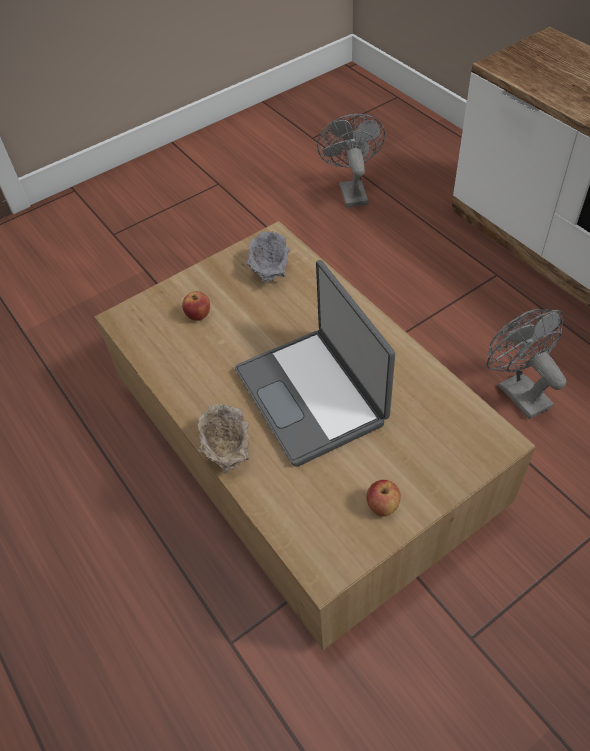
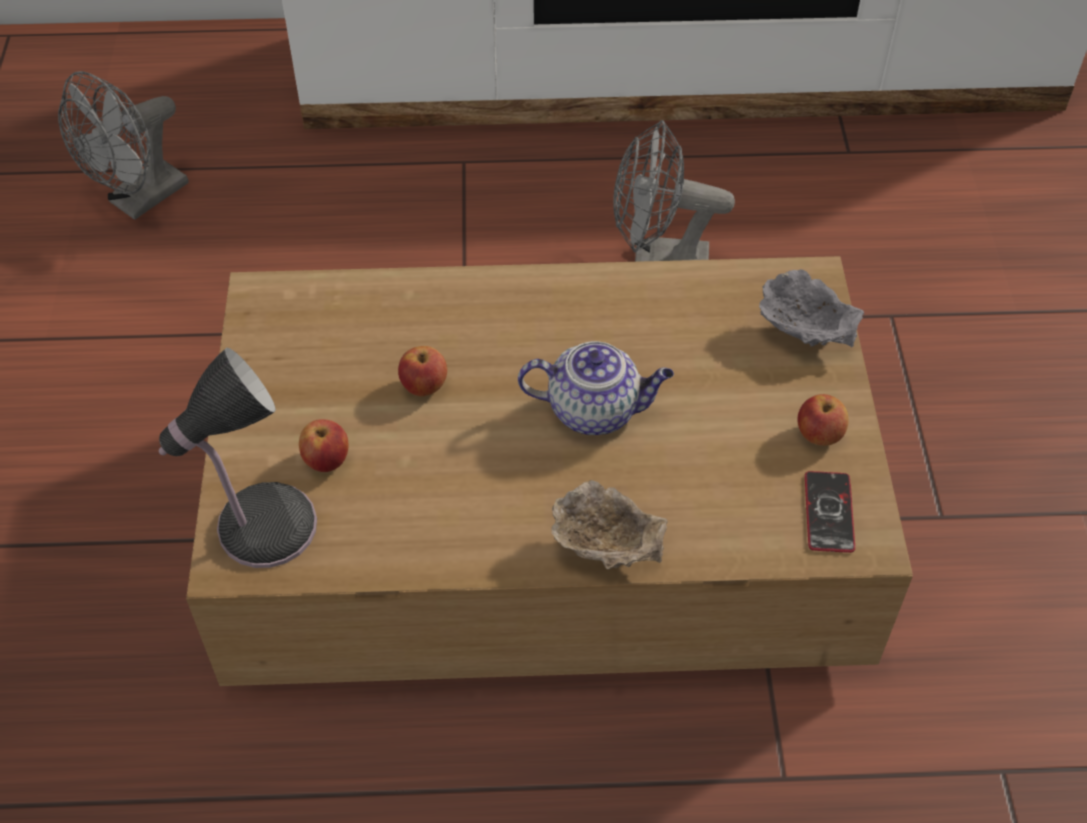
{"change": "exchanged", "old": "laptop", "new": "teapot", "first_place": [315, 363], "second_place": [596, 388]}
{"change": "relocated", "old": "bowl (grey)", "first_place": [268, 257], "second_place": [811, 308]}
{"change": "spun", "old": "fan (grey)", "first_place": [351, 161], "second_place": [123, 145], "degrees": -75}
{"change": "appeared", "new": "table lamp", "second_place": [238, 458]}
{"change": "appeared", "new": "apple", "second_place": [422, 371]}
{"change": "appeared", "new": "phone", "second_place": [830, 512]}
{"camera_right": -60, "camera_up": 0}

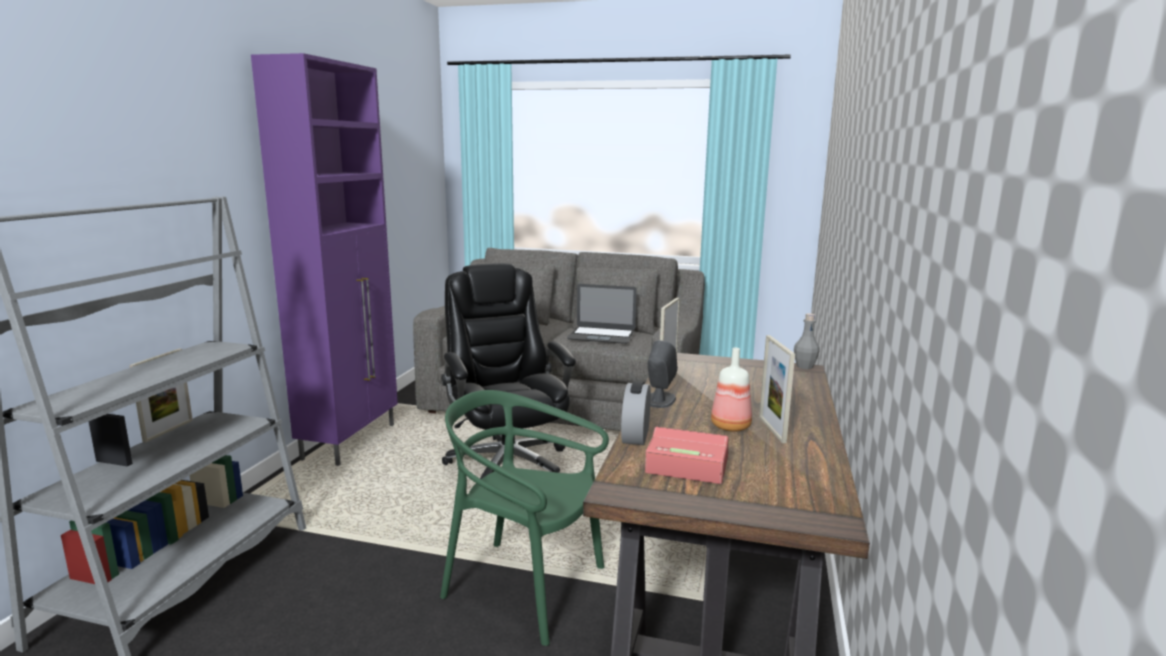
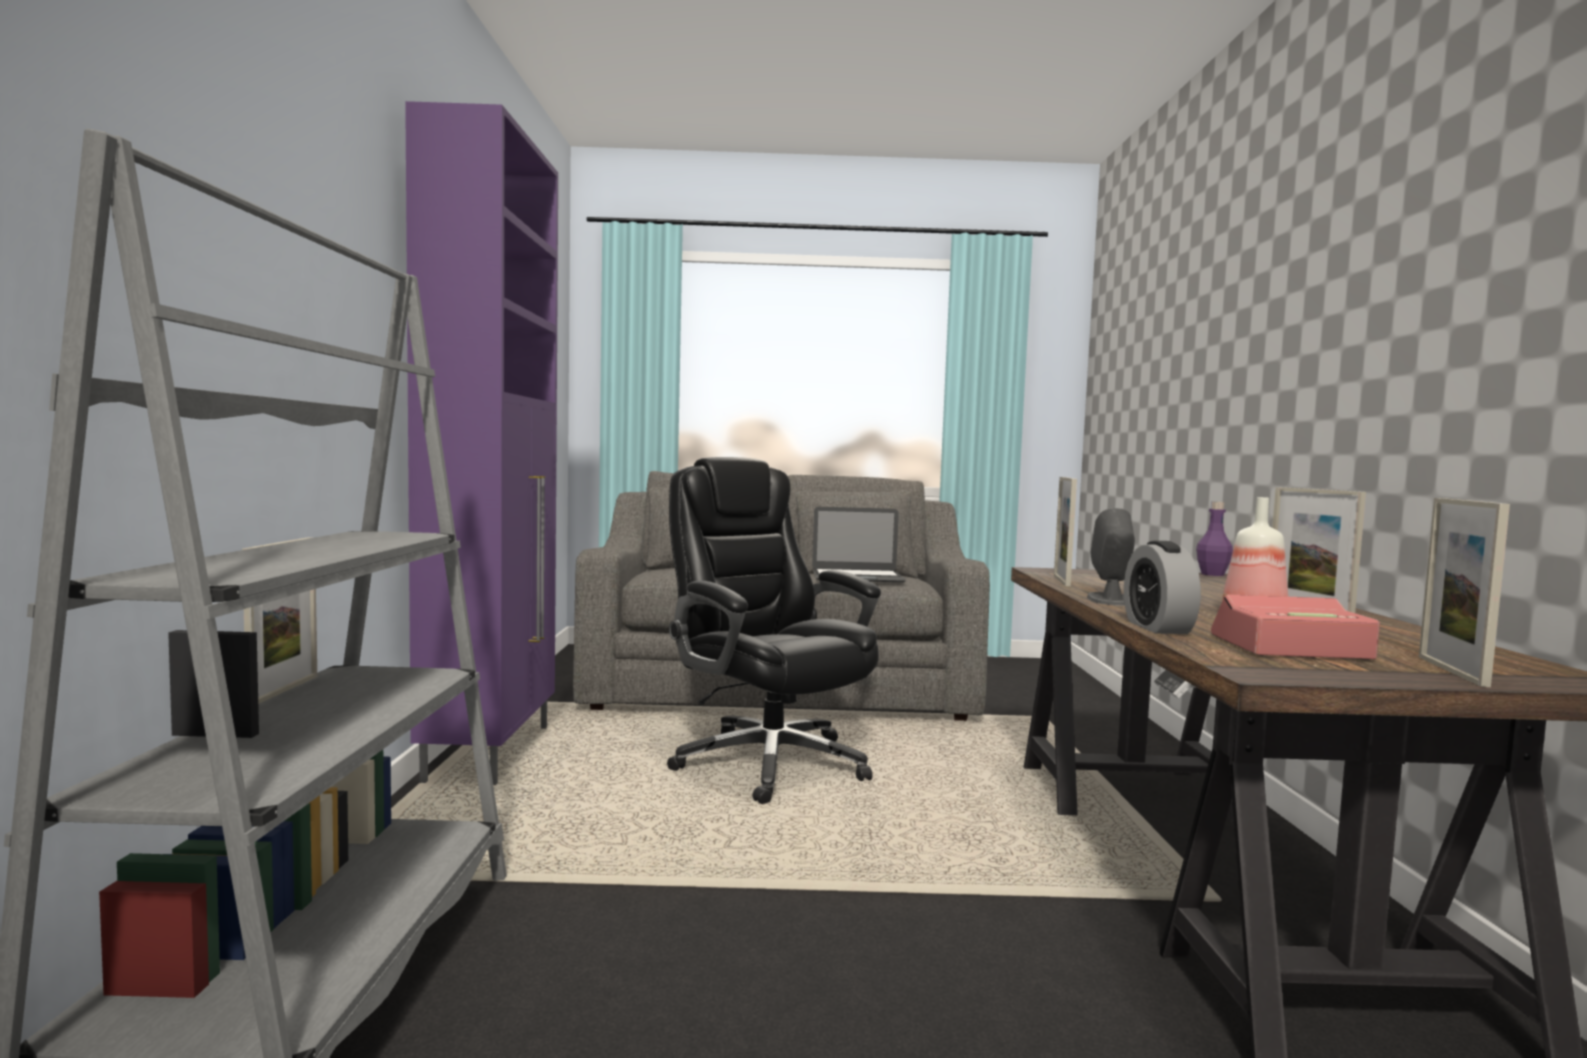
{"change": "missing", "old": "chair (green)", "first_place": [524, 518]}
{"change": "colour", "old": "bottle (grey)", "new": "bottle (purple)", "first_place": [807, 341], "second_place": [1214, 538]}
{"change": "appeared", "new": "picture frame", "second_place": [1464, 592]}
{"camera_right": -15, "camera_up": -10}

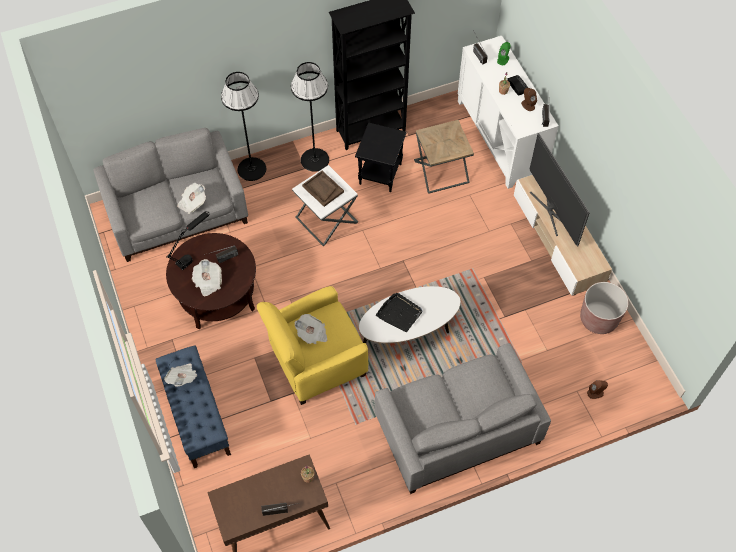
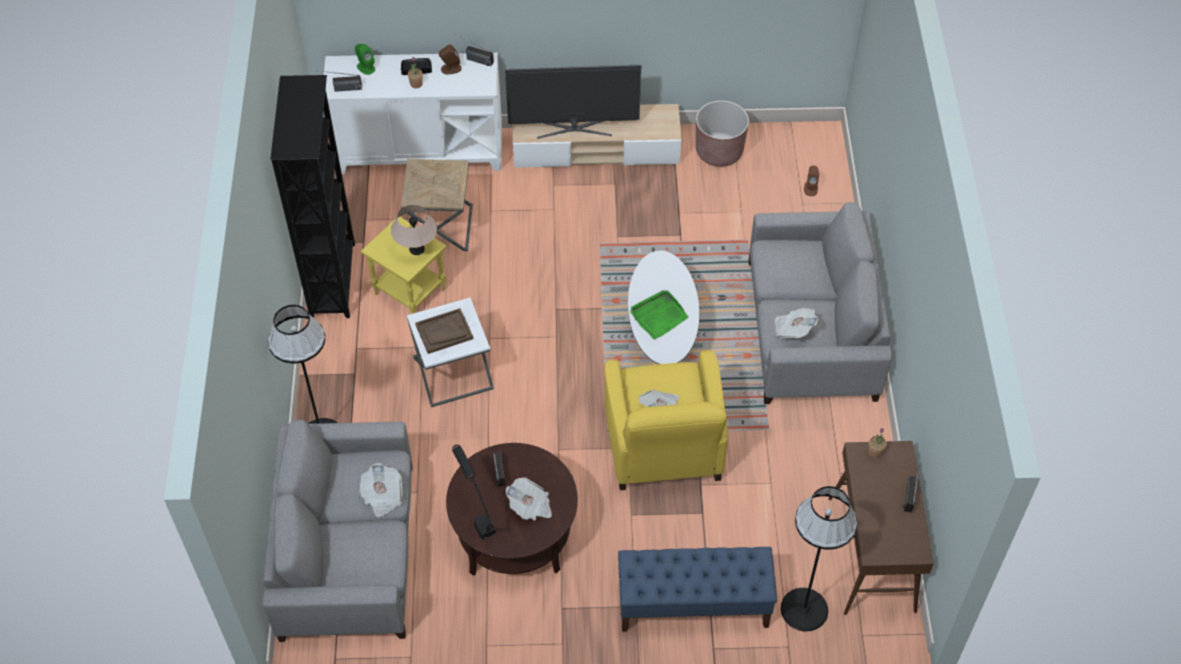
{"change": "relocated", "old": "newspaper", "first_place": [180, 375], "second_place": [796, 323]}
{"change": "relocated", "old": "floor lamp (black)", "first_place": [310, 117], "second_place": [819, 559]}
{"change": "colour", "old": "side table (black)", "new": "side table (yellow)", "first_place": [381, 157], "second_place": [403, 265]}
{"change": "colour", "old": "tray (black)", "new": "tray (green)", "first_place": [399, 312], "second_place": [659, 314]}
{"change": "appeared", "new": "table lamp (beige)", "second_place": [414, 230]}
{"camera_right": -70, "camera_up": -5}

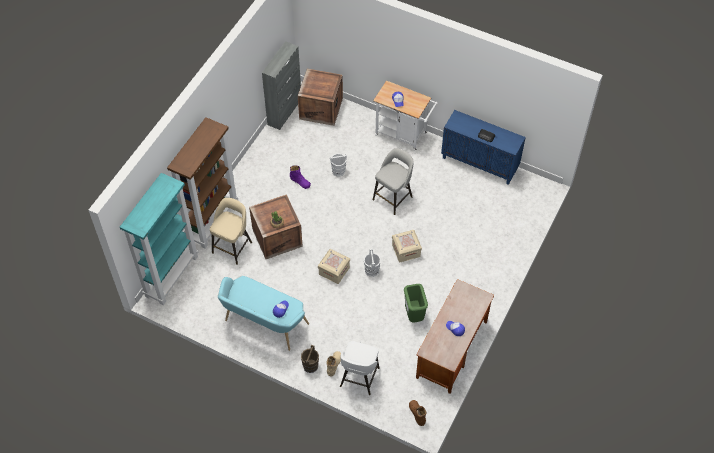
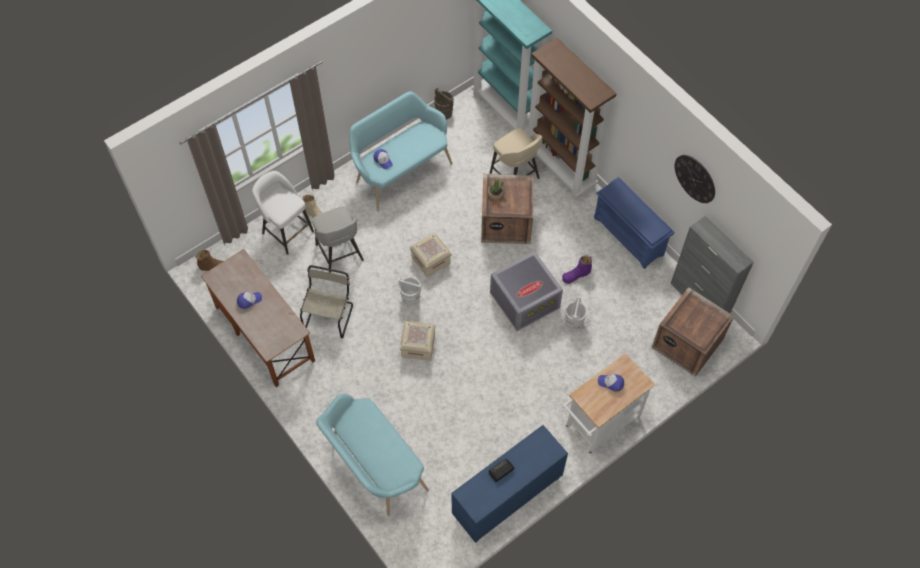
{"change": "relocated", "old": "bucket (brown)", "first_place": [310, 359], "second_place": [444, 103]}
{"change": "relocated", "old": "stool (grey)", "first_place": [393, 181], "second_place": [338, 239]}
{"change": "exchanged", "old": "trash can (green)", "new": "chair (beige)", "first_place": [416, 303], "second_place": [326, 301]}
{"change": "appeared", "new": "bench (turquoise)", "second_place": [372, 454]}
{"change": "appeared", "new": "storage box (grey)", "second_place": [526, 291]}
{"change": "appeared", "new": "shoe rack (blue)", "second_place": [634, 223]}
{"change": "appeared", "new": "wall clock", "second_place": [695, 179]}
{"camera_right": 115, "camera_up": 5}

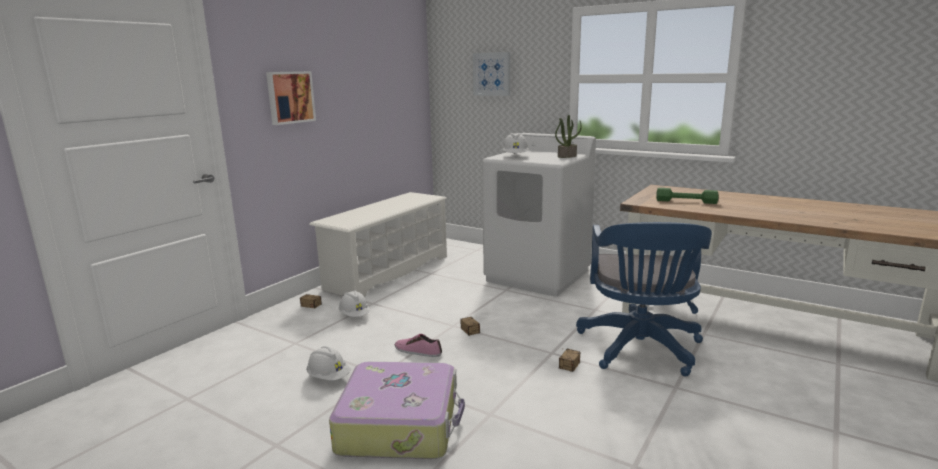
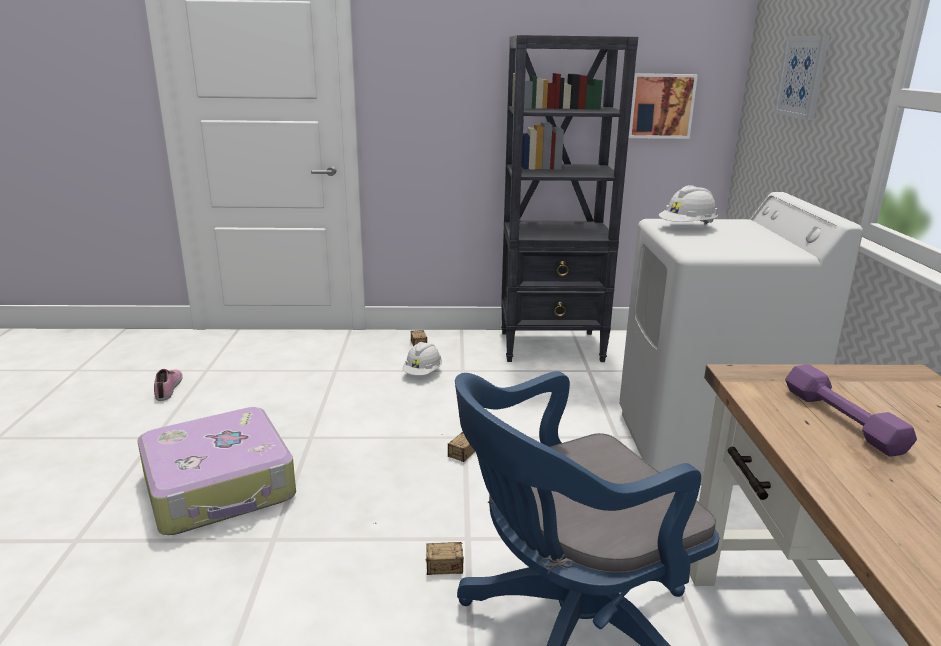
{"change": "relocated", "old": "picture", "first_place": [291, 98], "second_place": [663, 106]}
{"change": "missing", "old": "hard hat (white)", "first_place": [328, 363]}
{"change": "exchanged", "old": "shoe rack (white)", "new": "bookcase (black)", "first_place": [378, 244], "second_place": [569, 198]}
{"change": "relocated", "old": "shoe", "first_place": [418, 345], "second_place": [168, 385]}
{"change": "missing", "old": "potted plant", "first_place": [568, 136]}
{"change": "colour", "old": "dumbbell (green)", "new": "dumbbell (purple)", "first_place": [687, 196], "second_place": [851, 411]}
{"camera_right": 55, "camera_up": 5}

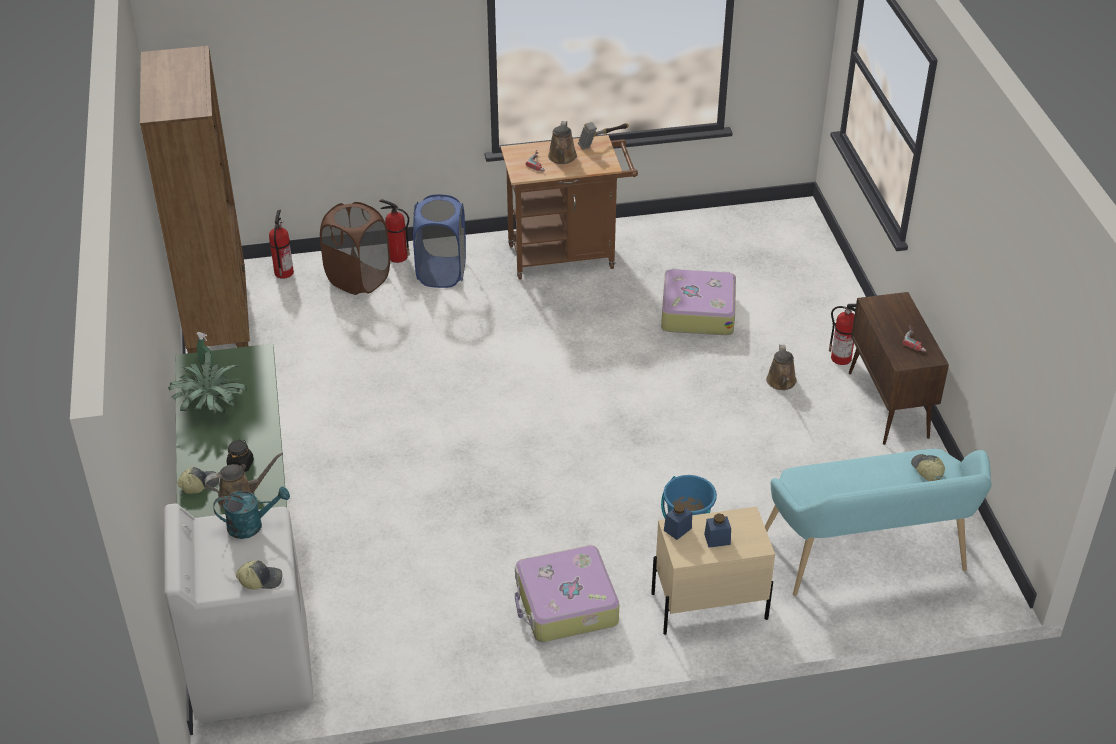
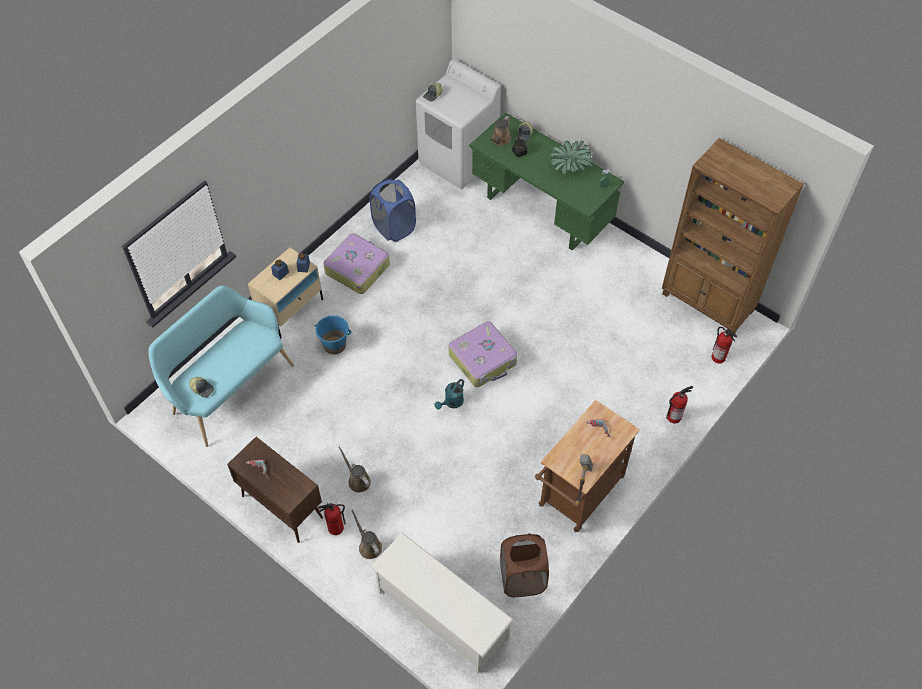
{"change": "relocated", "old": "watering can (turquoise)", "first_place": [251, 513], "second_place": [449, 394]}
{"change": "relocated", "old": "laundry basket (brown)", "first_place": [355, 248], "second_place": [524, 565]}
{"change": "relocated", "old": "laundry basket (blue)", "first_place": [439, 241], "second_place": [393, 210]}
{"change": "relocated", "old": "watering can (brown)", "first_place": [562, 142], "second_place": [367, 534]}
{"change": "relocated", "old": "suitcase", "first_place": [698, 302], "second_place": [483, 354]}
{"change": "appeared", "new": "shoe rack (white)", "second_place": [442, 602]}
{"camera_right": 140, "camera_up": 15}

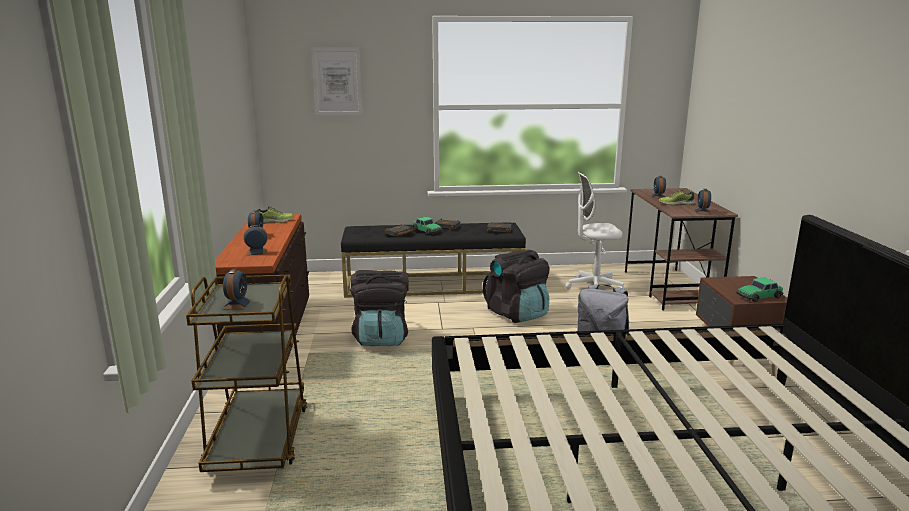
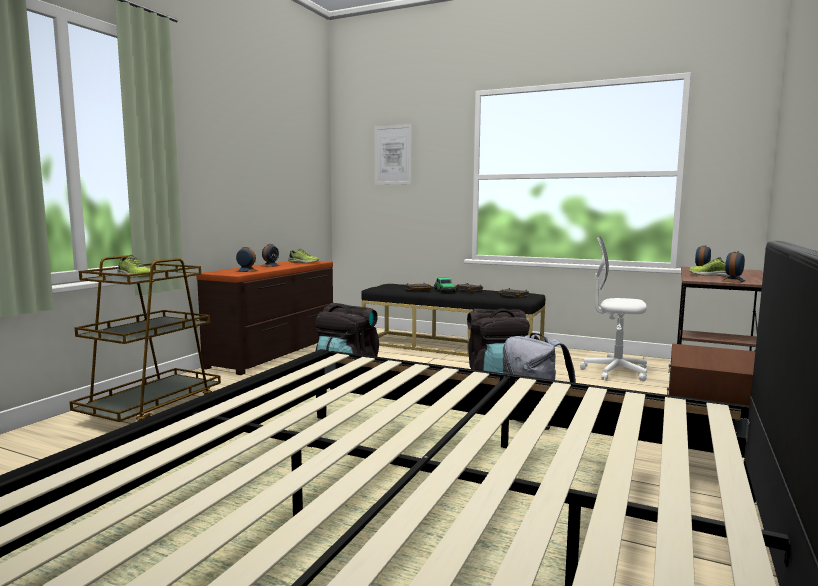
{"change": "exchanged", "old": "alarm clock", "new": "shoe", "first_place": [237, 289], "second_place": [135, 266]}
{"change": "missing", "old": "toy car", "first_place": [760, 289]}
{"camera_right": 30, "camera_up": -10}

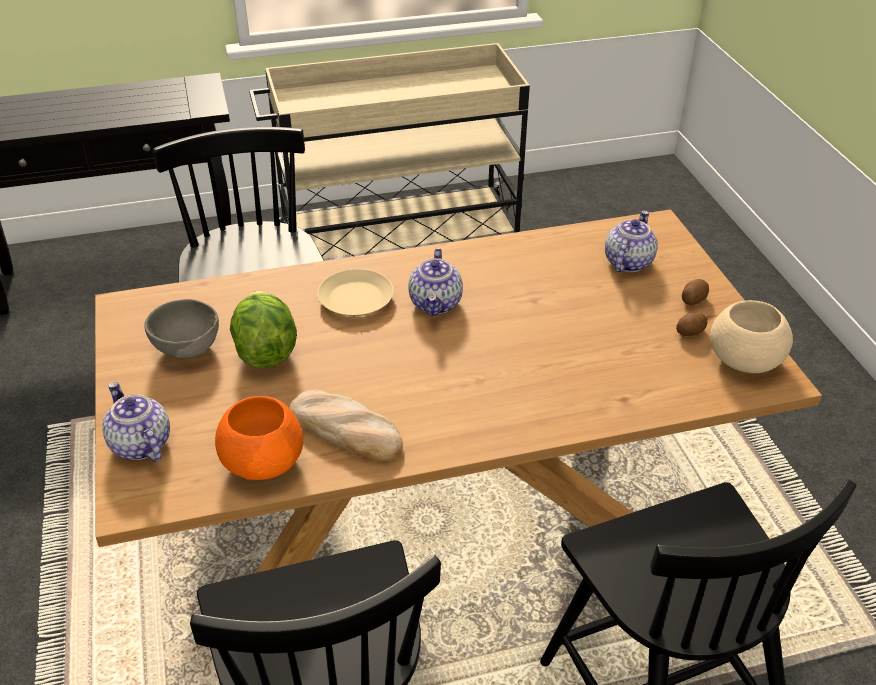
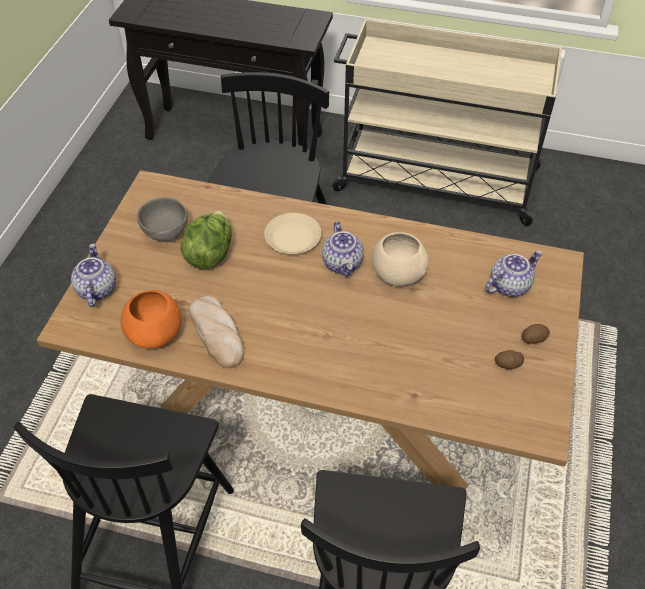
{"change": "spun", "old": "teapot", "first_place": [435, 282], "second_place": [343, 249], "degrees": -45}
{"change": "relocated", "old": "bowl (beige)", "first_place": [751, 336], "second_place": [400, 259]}
{"camera_right": 30, "camera_up": 10}

